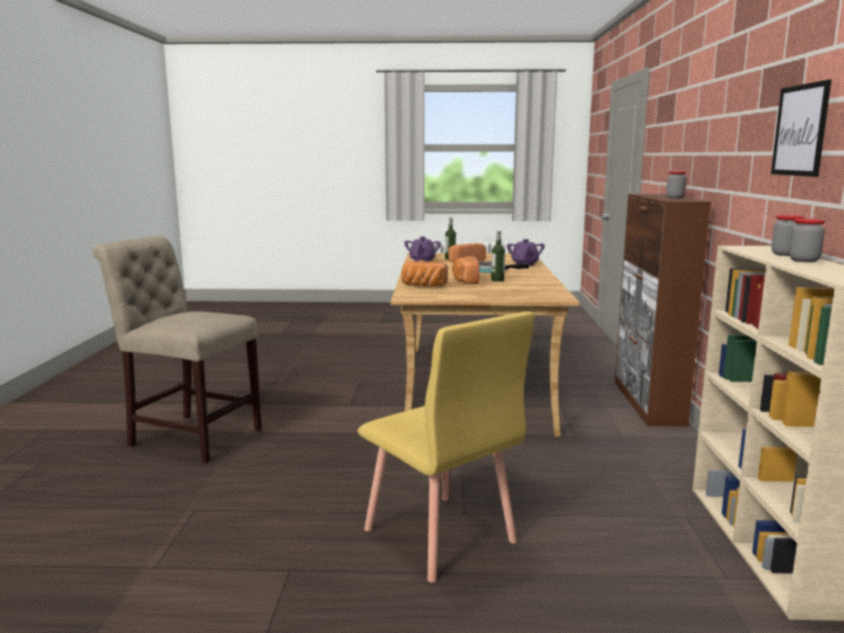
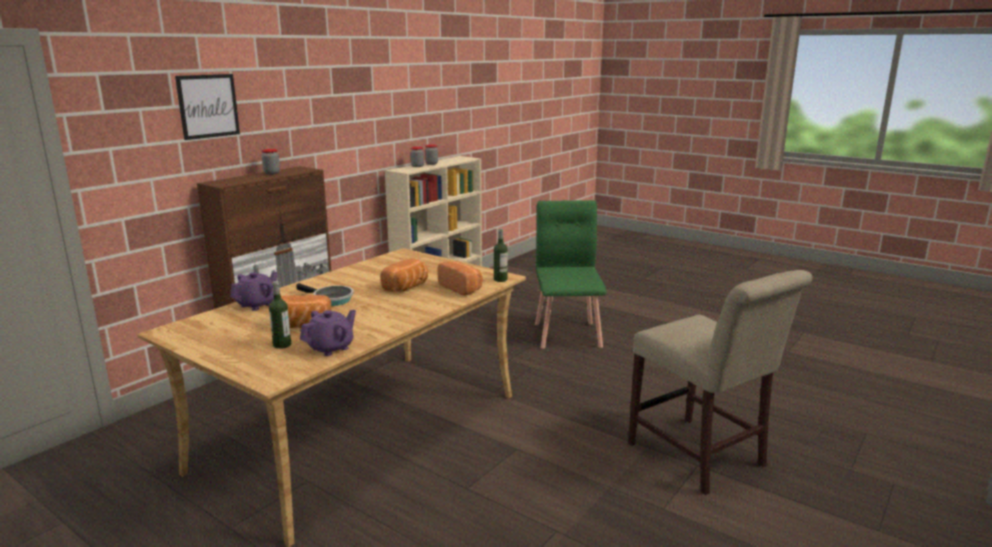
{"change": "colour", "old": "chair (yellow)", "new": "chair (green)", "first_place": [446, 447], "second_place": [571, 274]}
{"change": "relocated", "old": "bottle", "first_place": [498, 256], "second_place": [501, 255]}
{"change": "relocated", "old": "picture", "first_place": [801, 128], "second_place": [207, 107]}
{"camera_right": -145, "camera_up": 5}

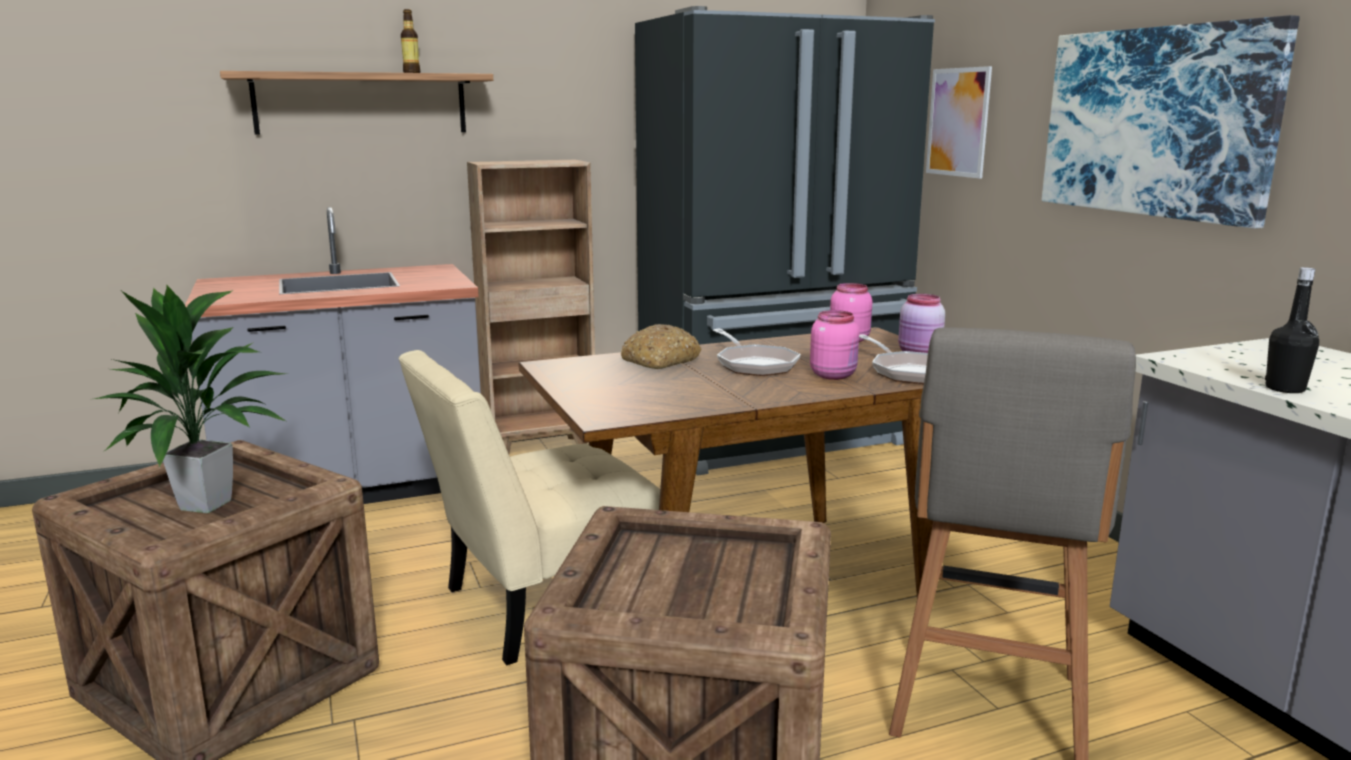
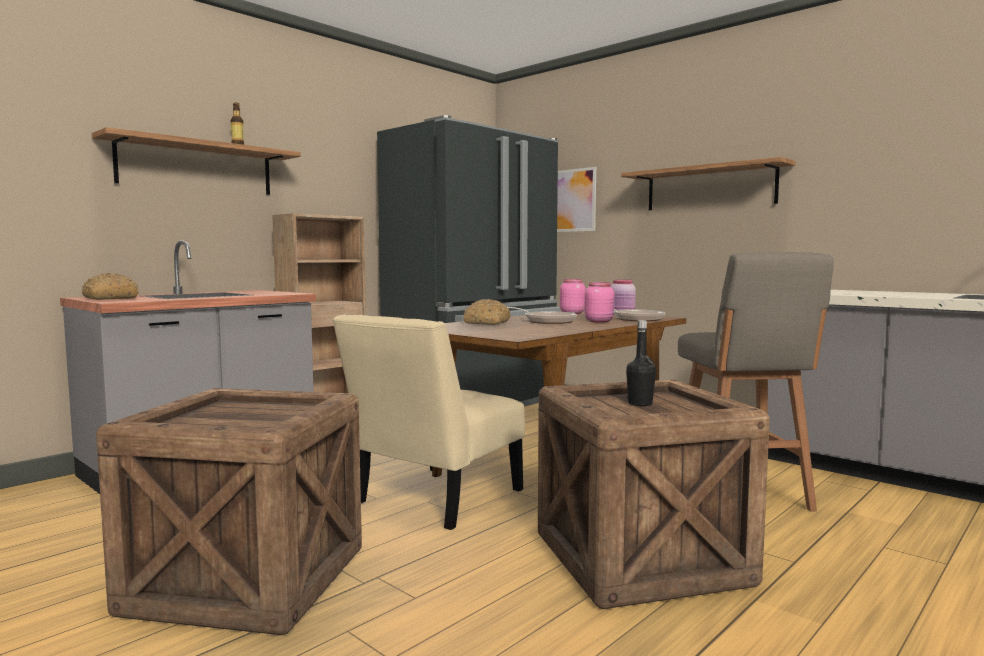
{"change": "missing", "old": "potted plant", "first_place": [190, 399]}
{"change": "exchanged", "old": "picture", "new": "shelf", "first_place": [1171, 122], "second_place": [708, 183]}
{"change": "relocated", "old": "bottle (black)", "first_place": [1292, 330], "second_place": [641, 363]}
{"change": "appeared", "new": "bread", "second_place": [110, 286]}
{"camera_right": -25, "camera_up": -10}

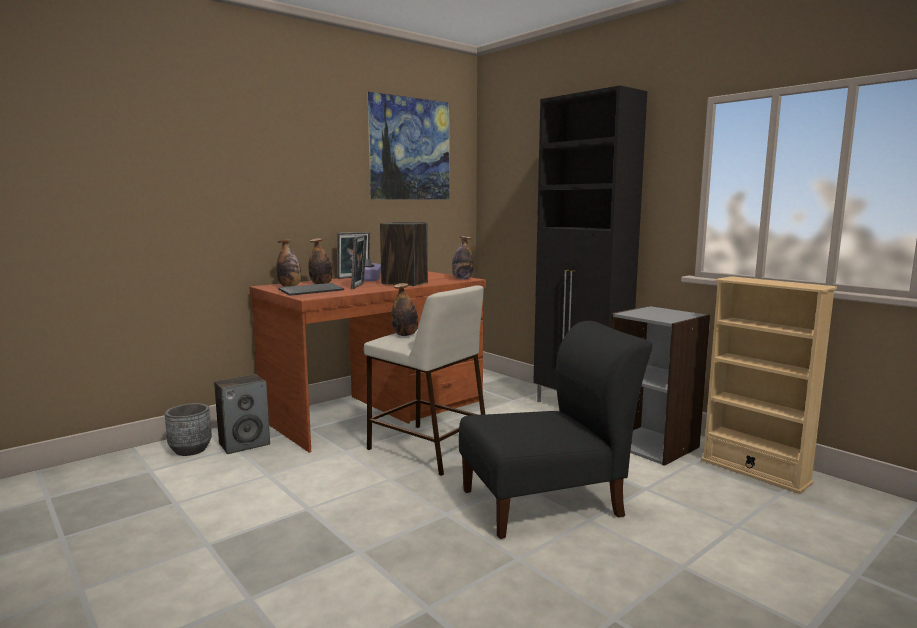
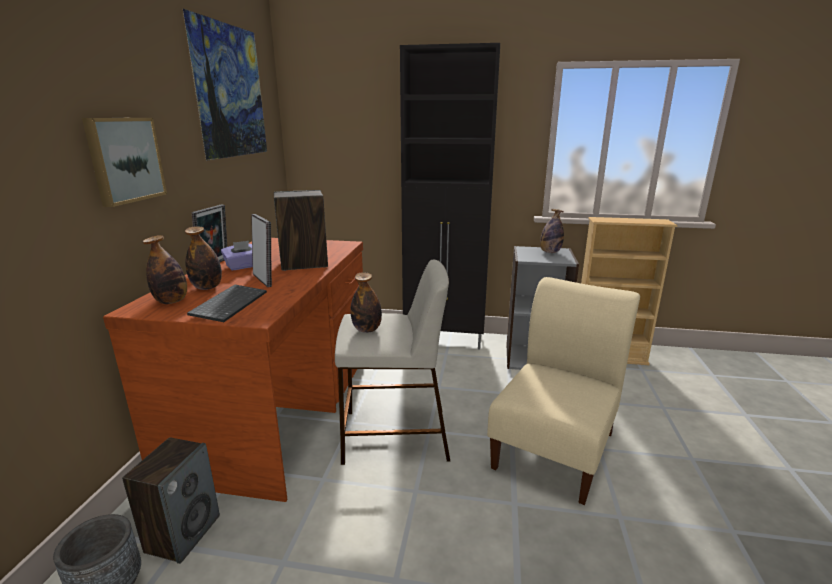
{"change": "relocated", "old": "bottle", "first_place": [463, 258], "second_place": [552, 231]}
{"change": "colour", "old": "chair (black)", "new": "chair (beige)", "first_place": [556, 430], "second_place": [563, 391]}
{"change": "appeared", "new": "picture", "second_place": [124, 162]}
{"camera_right": -40, "camera_up": 10}

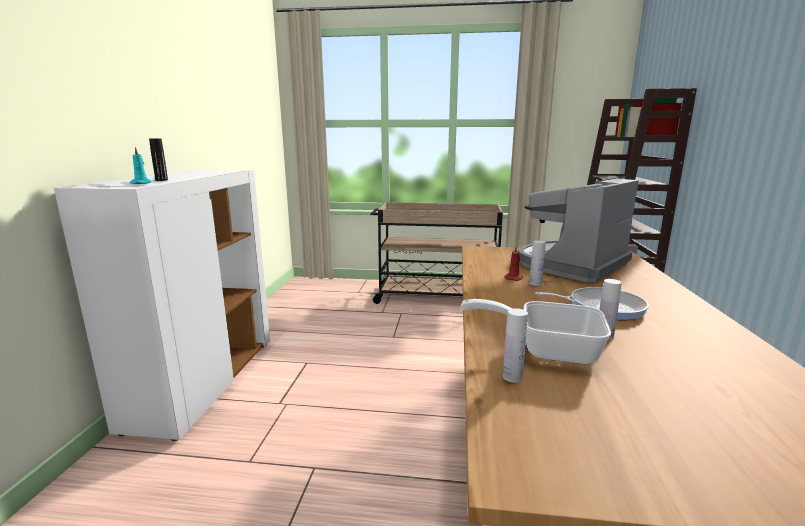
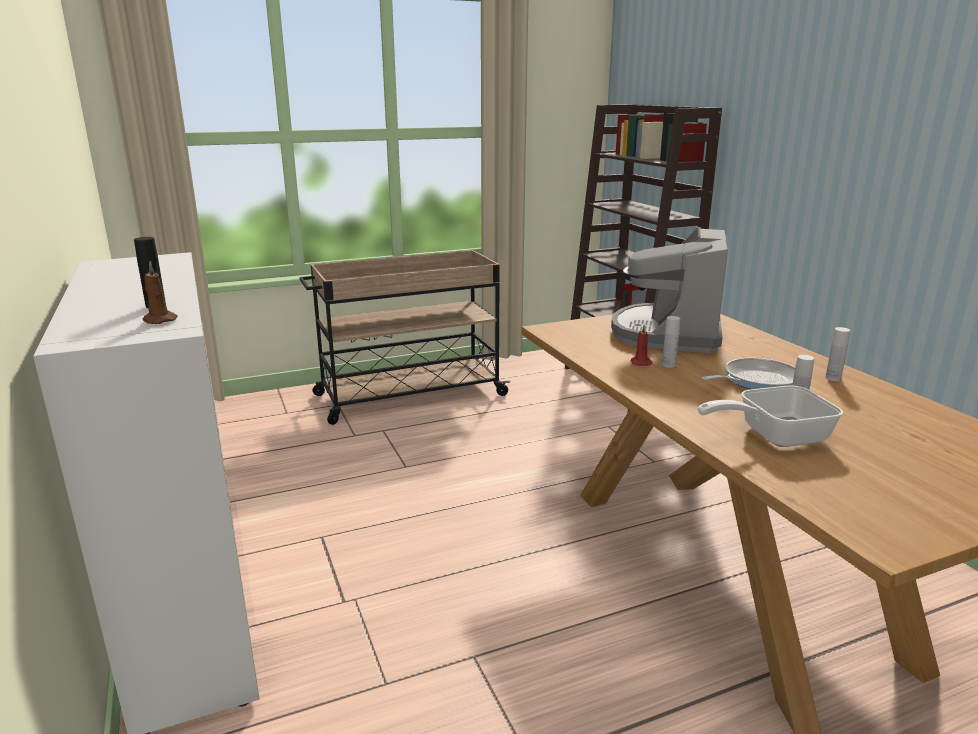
{"change": "colour", "old": "candle (turquoise)", "new": "candle (brown)", "first_place": [141, 165], "second_place": [160, 292]}
{"change": "relocated", "old": "bottle (white)", "first_place": [515, 345], "second_place": [837, 354]}
{"camera_right": -30, "camera_up": 5}

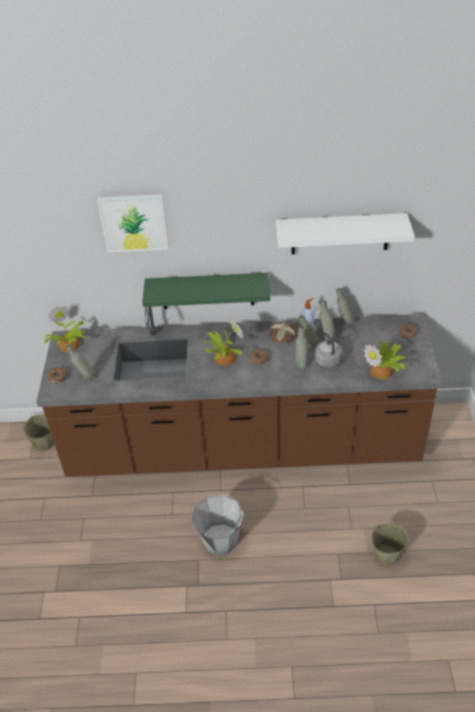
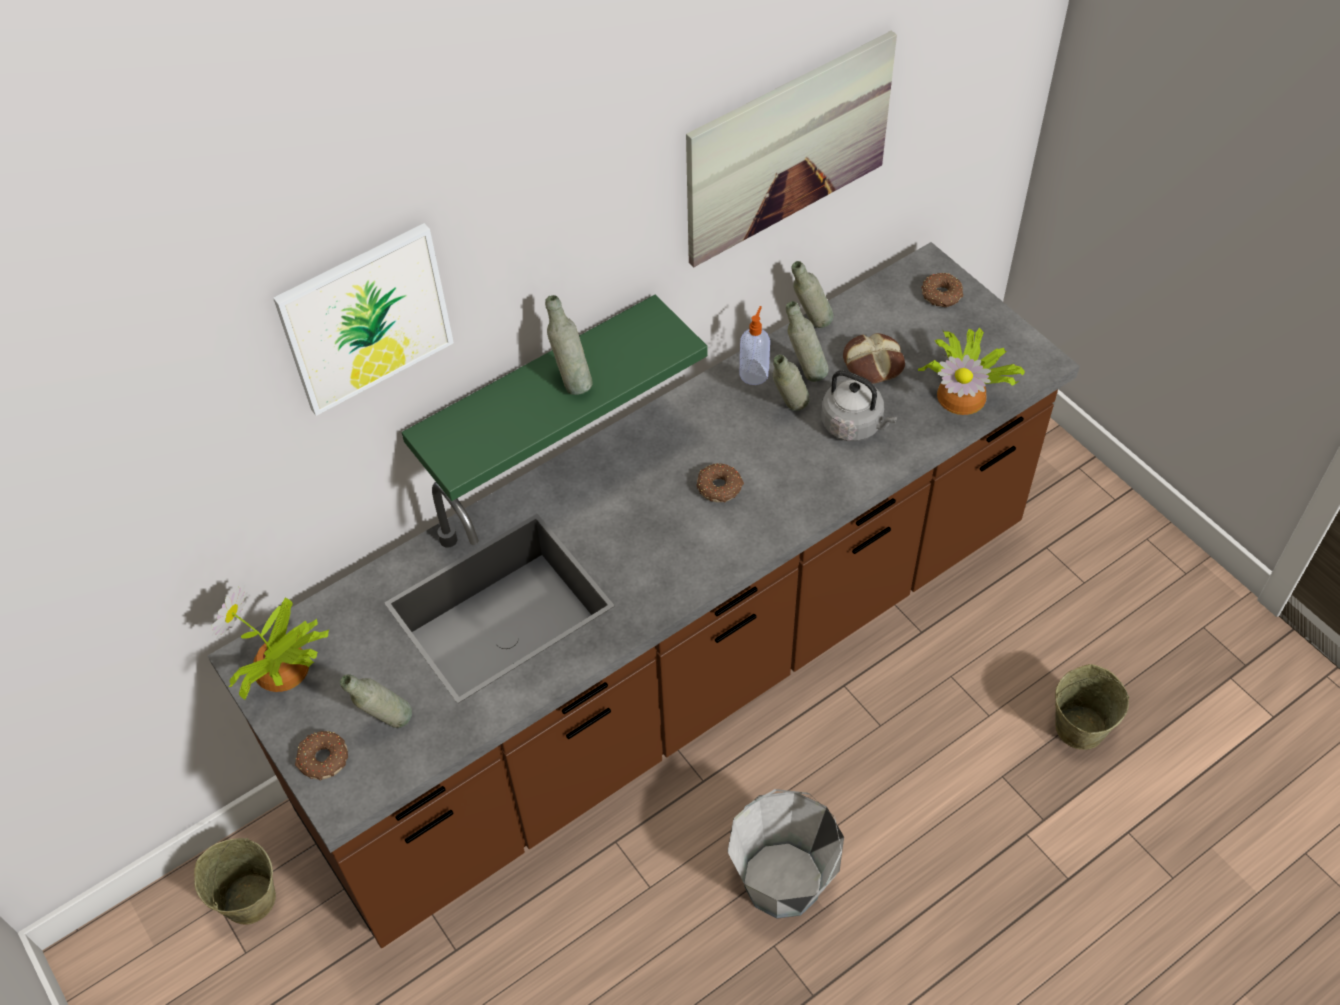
{"change": "missing", "old": "potted plant", "first_place": [224, 342]}
{"change": "relocated", "old": "bread", "first_place": [282, 332], "second_place": [874, 358]}
{"change": "exchanged", "old": "shelf (white)", "new": "picture", "first_place": [345, 233], "second_place": [791, 149]}
{"change": "relocated", "old": "bottle (grey)", "first_place": [301, 347], "second_place": [569, 345]}
{"camera_right": -35, "camera_up": 10}

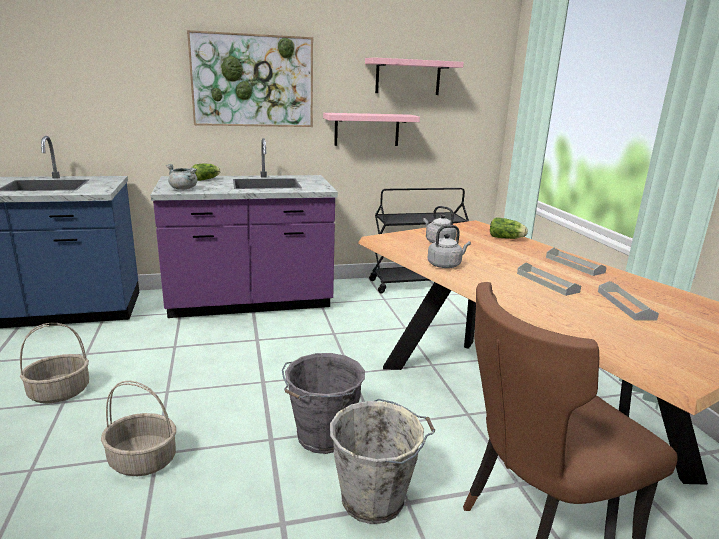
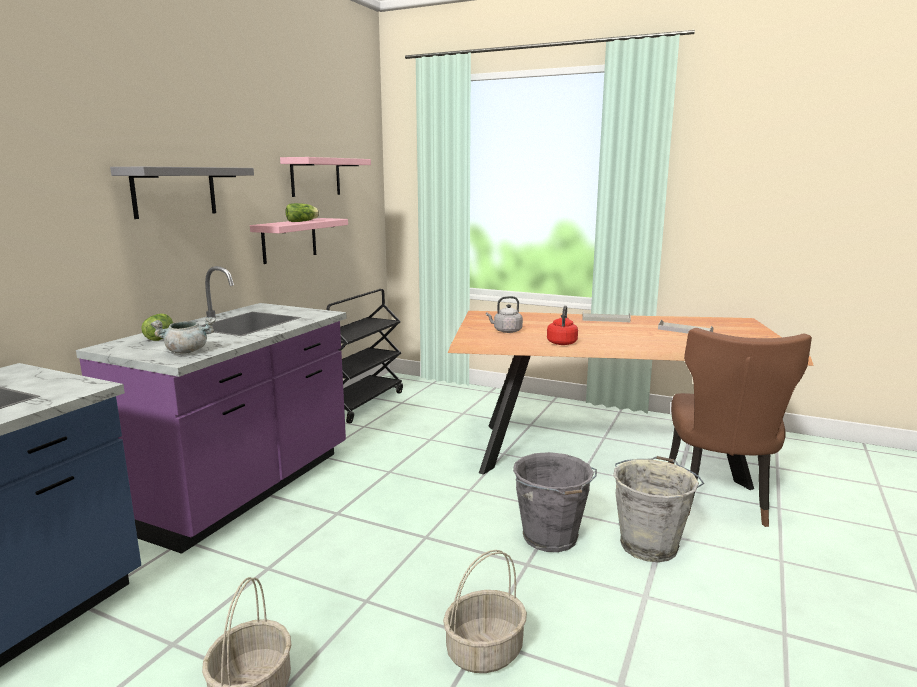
{"change": "exchanged", "old": "picture", "new": "shelf (grey)", "first_place": [250, 78], "second_place": [182, 193]}
{"change": "colour", "old": "kettle (grey)", "new": "kettle (red)", "first_place": [449, 246], "second_place": [562, 325]}
{"change": "relocated", "old": "lettuce", "first_place": [509, 228], "second_place": [302, 212]}
{"change": "missing", "old": "tray (grey)", "first_place": [549, 279]}
{"camera_right": -50, "camera_up": -5}

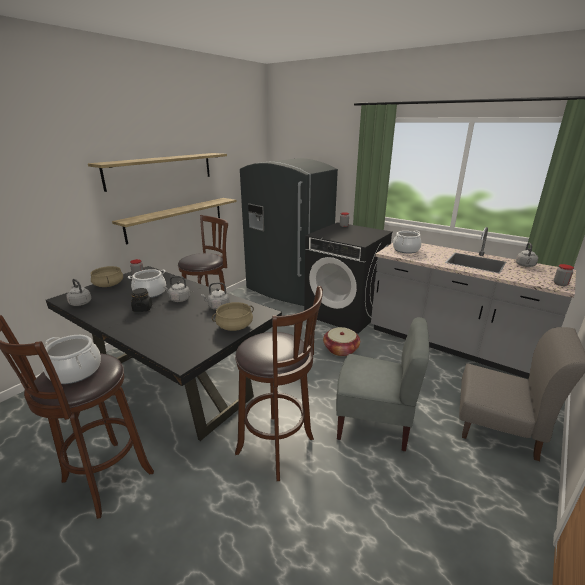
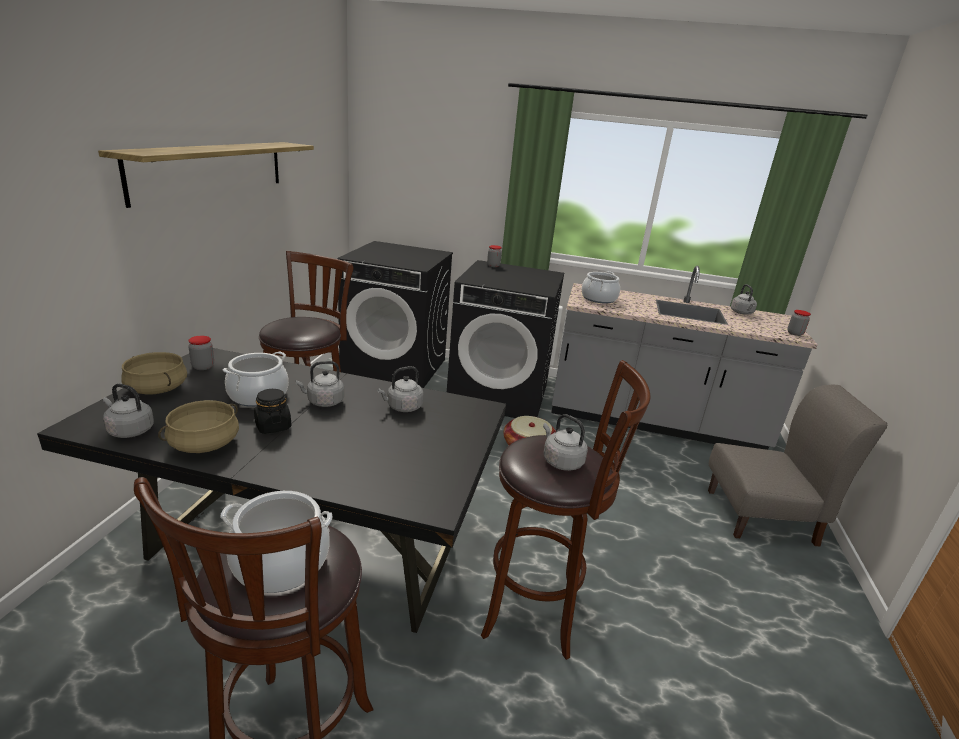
{"change": "missing", "old": "shelf", "first_place": [174, 221]}
{"change": "relocated", "old": "cooking pot (beige)", "first_place": [233, 316], "second_place": [198, 426]}
{"change": "exchanged", "old": "fridge (grey)", "new": "washing machine (black)", "first_place": [289, 232], "second_place": [395, 314]}
{"change": "missing", "old": "chair (grey)", "first_place": [382, 384]}
{"change": "appeared", "new": "kettle (grey)", "second_place": [565, 442]}
{"camera_right": -25, "camera_up": 0}

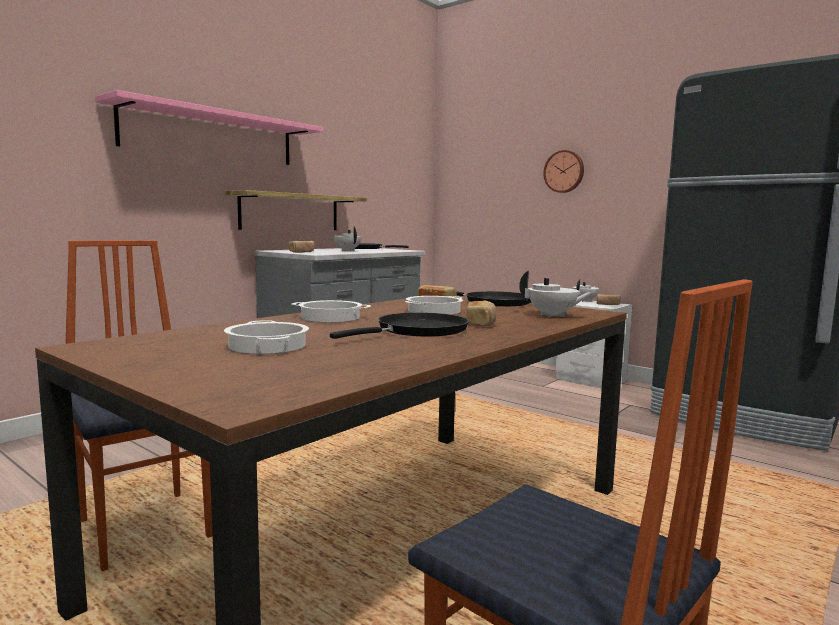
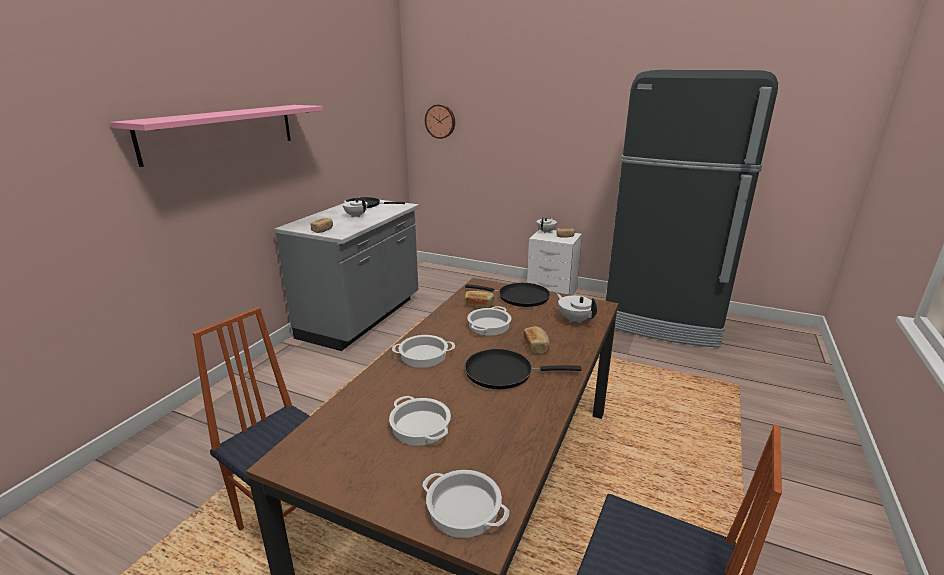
{"change": "missing", "old": "shelf", "first_place": [296, 210]}
{"change": "spun", "old": "frying pan (black)", "first_place": [399, 325], "second_place": [523, 369], "degrees": -120}
{"change": "spun", "old": "teapot (white)", "first_place": [556, 294], "second_place": [577, 308], "degrees": -135}
{"change": "relocated", "old": "wall clock", "first_place": [563, 171], "second_place": [440, 121]}
{"change": "appeared", "new": "cooking pot", "second_place": [465, 504]}
{"camera_right": -15, "camera_up": 15}

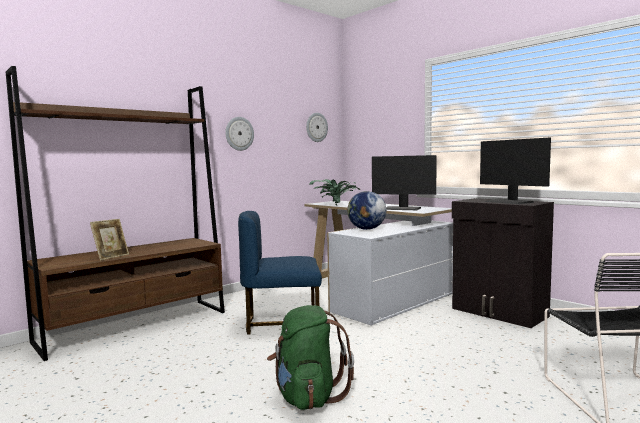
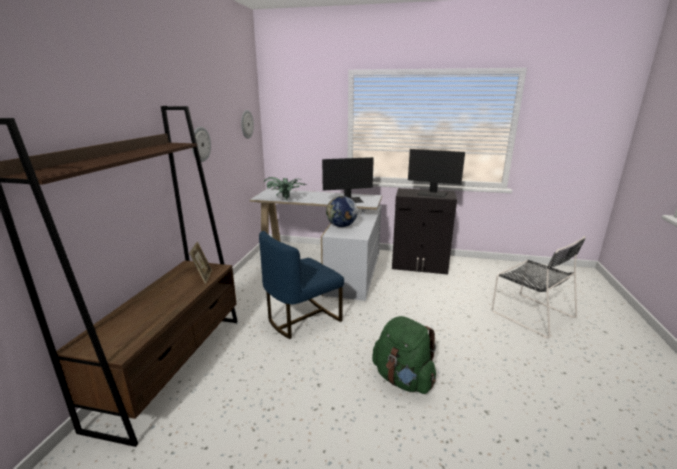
{"change": "relocated", "old": "picture frame", "first_place": [109, 240], "second_place": [200, 263]}
{"camera_right": -35, "camera_up": 15}

